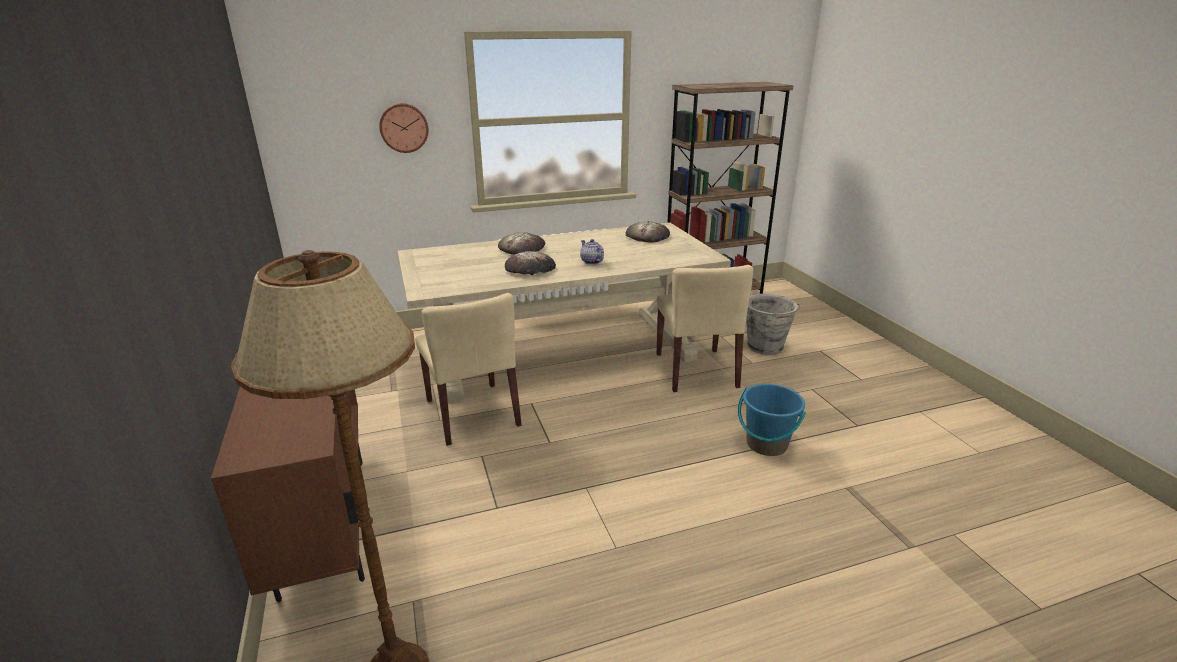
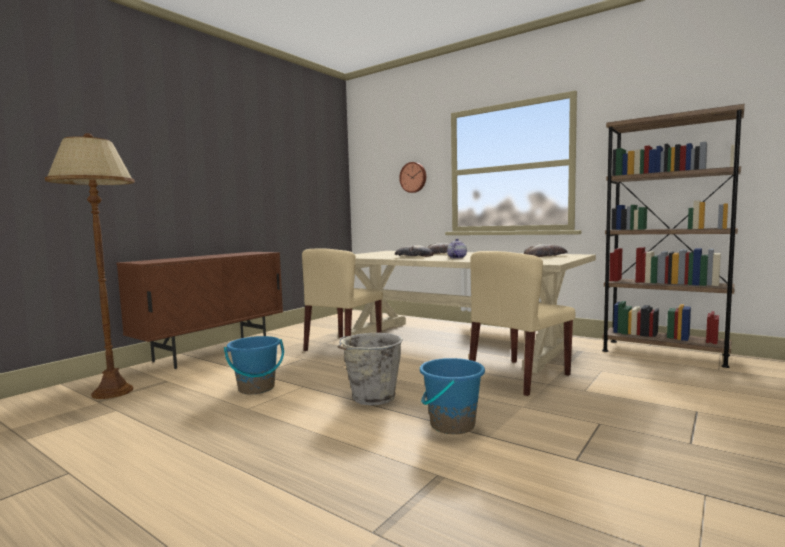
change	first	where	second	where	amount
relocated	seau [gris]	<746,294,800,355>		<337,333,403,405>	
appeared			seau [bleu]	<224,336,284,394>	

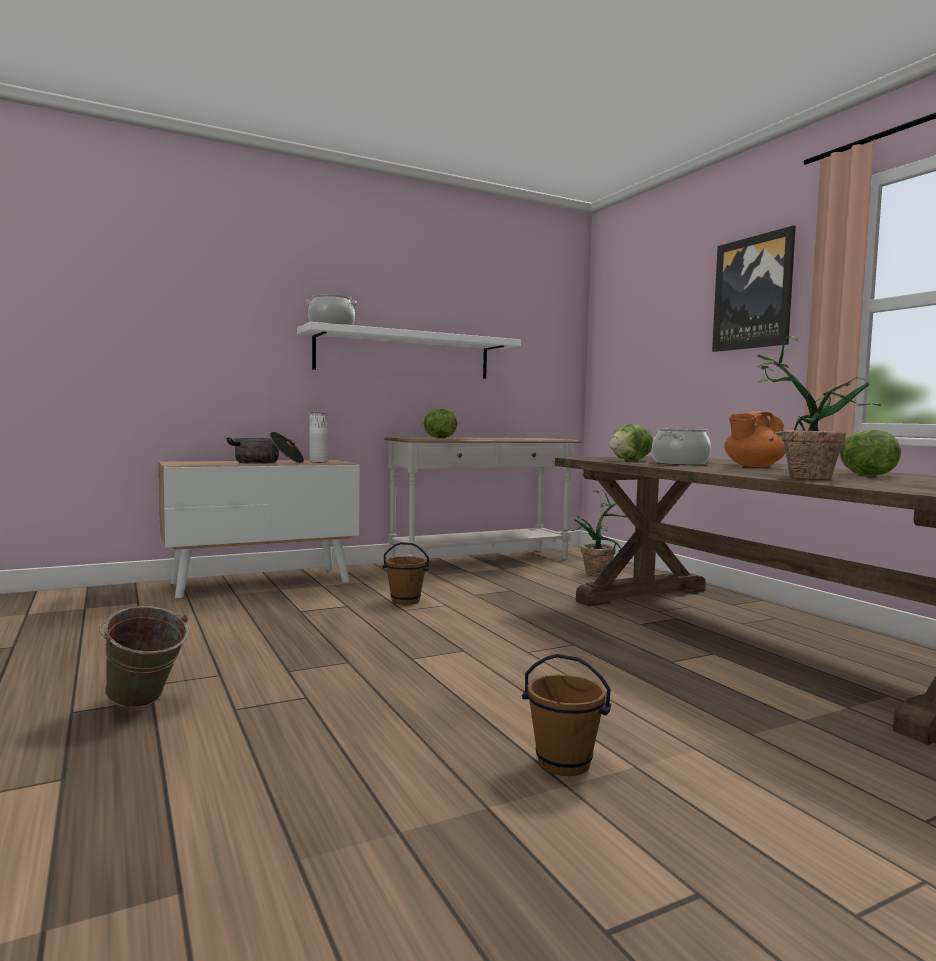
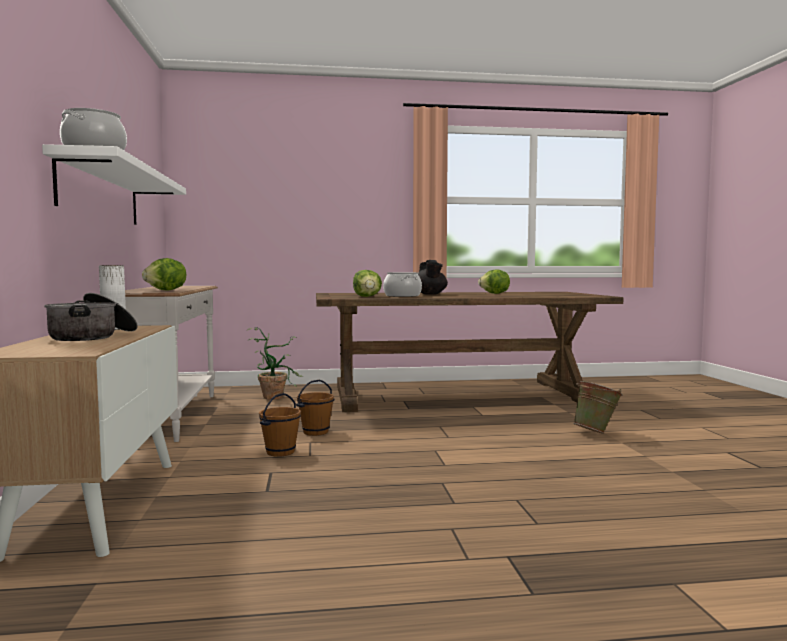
change	first	where	second	where	amount
missing	tableau	<712,226,796,352>			
missing	plante en pot	<757,336,881,479>			
colour	théière [orange]	<724,411,786,467>	théière [noir]	<418,260,448,295>	
relocated	seau [vert]	<99,606,189,708>		<573,381,623,434>	
relocated	seau [marron]	<522,654,611,776>		<296,380,334,436>	

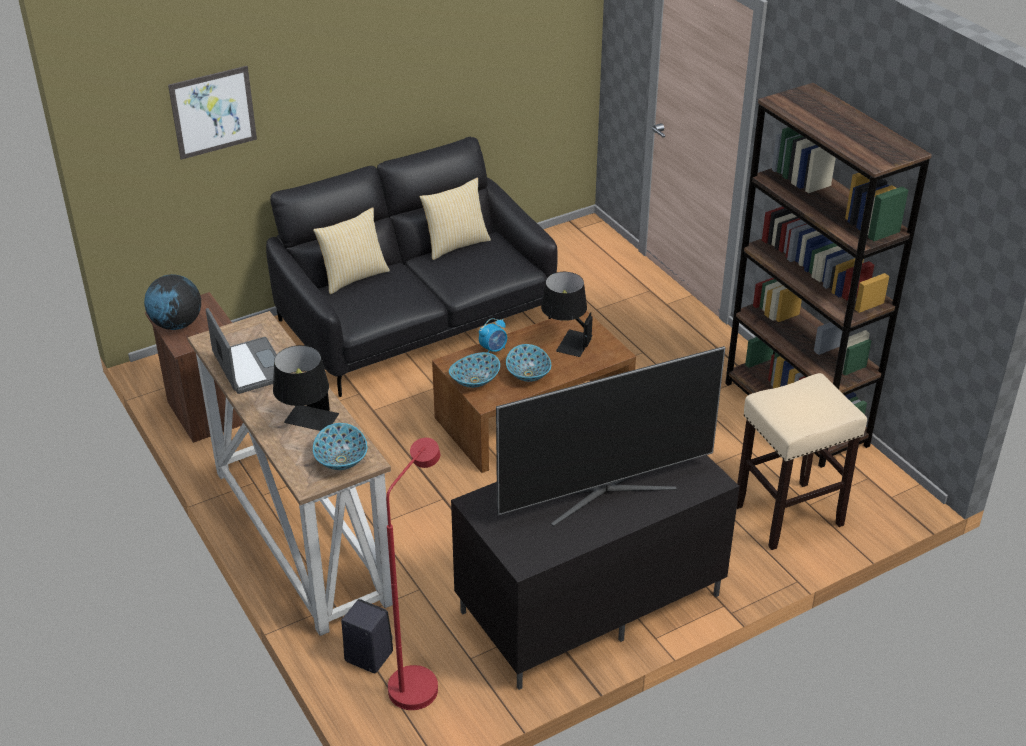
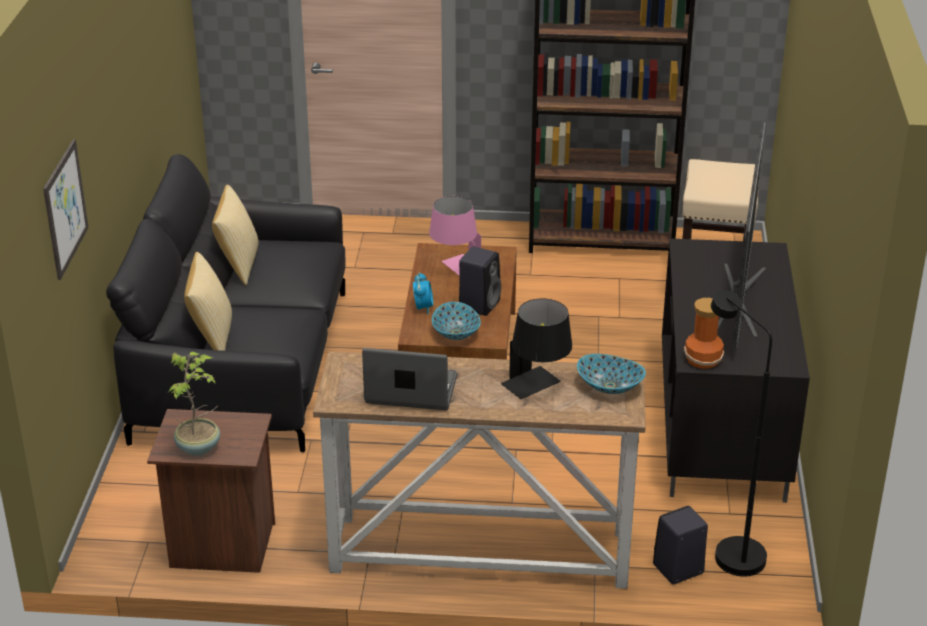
change	first	where	second	where	amount
colour	lampe de table [noir]	<541,272,593,357>	lampe de table [rose]	<429,196,481,275>	
exchanged	globe	<144,274,201,330>	plante en pot	<168,352,220,455>	
exchanged	bol	<506,344,551,382>	enceinte [noir]	<459,247,501,316>	
colour	lampadaire [rouge]	<386,438,440,710>	lampadaire [noir]	<711,290,772,577>	
appeared			vase	<684,298,724,369>	

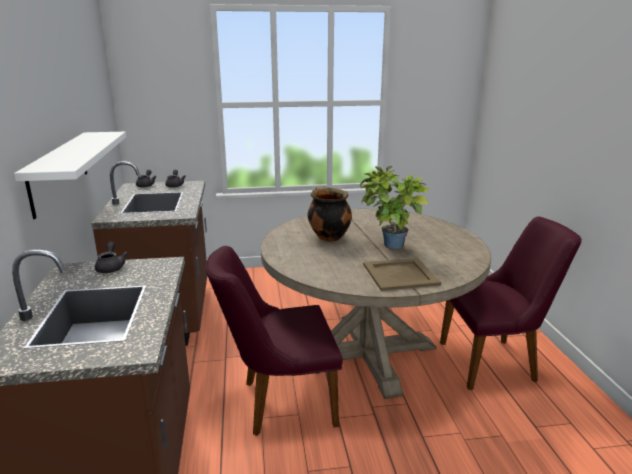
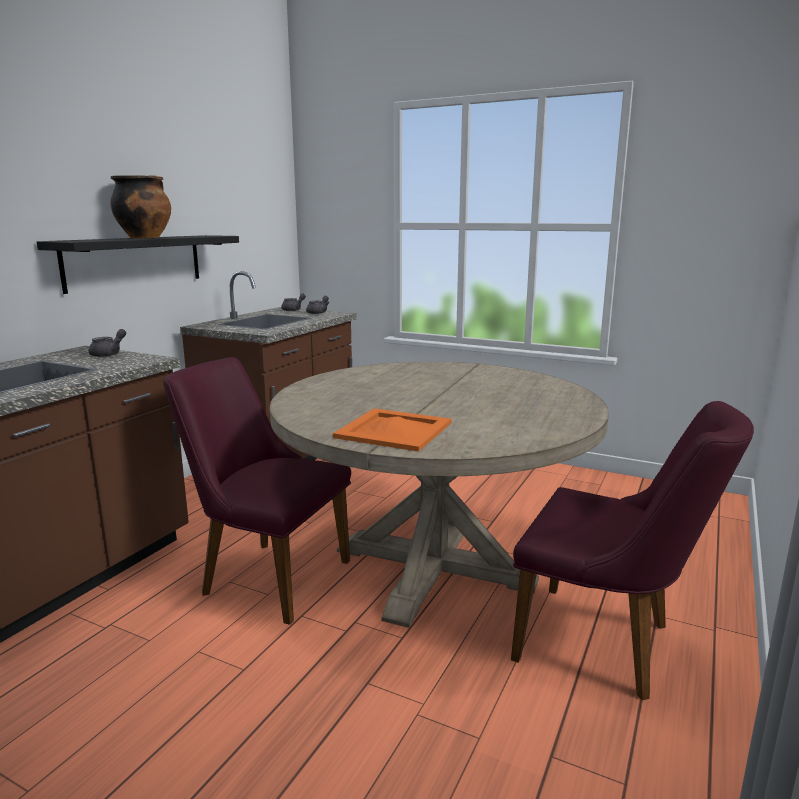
change	first	where	second	where	amount
colour	étagère [blanc]	<14,132,126,219>	étagère [noir]	<37,235,239,294>	
missing	plante en pot	<360,166,428,249>			
relocated	marmite	<308,187,352,242>		<110,175,171,239>	
colour	plateau [beige]	<363,258,441,291>	plateau [orange]	<333,408,452,452>	

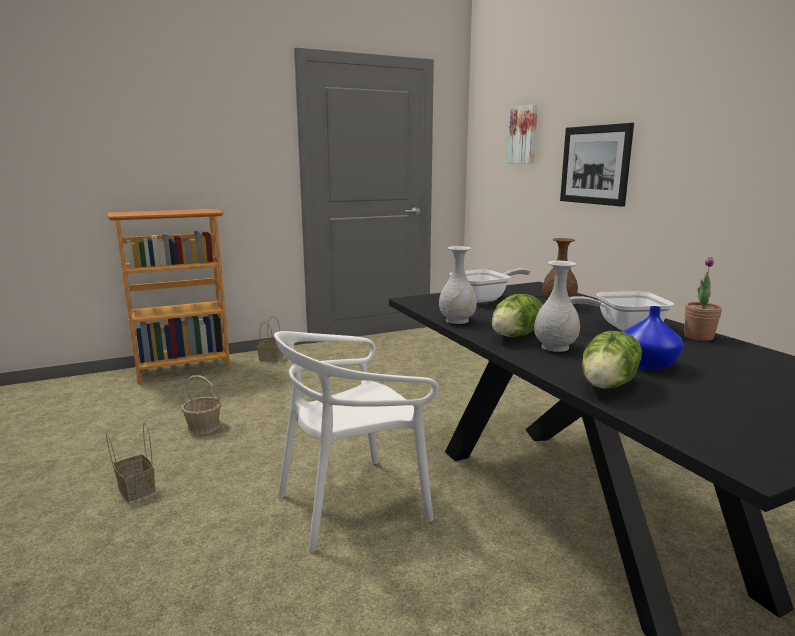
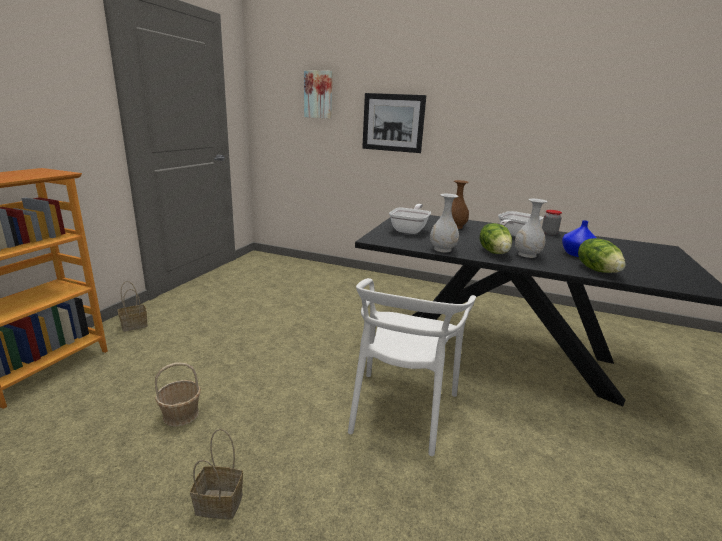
change	first	where	second	where	amount
exchanged	plante en pot	<684,257,722,341>	bocal	<542,210,562,235>	

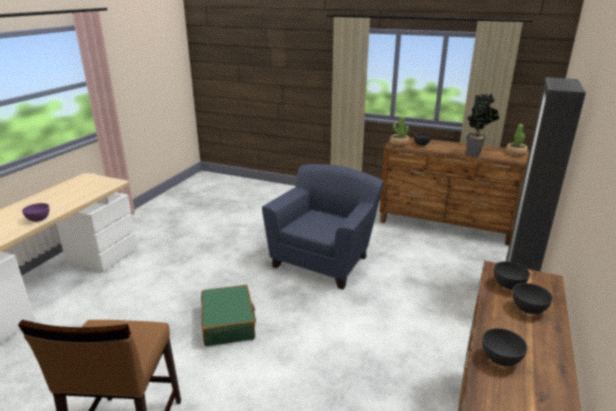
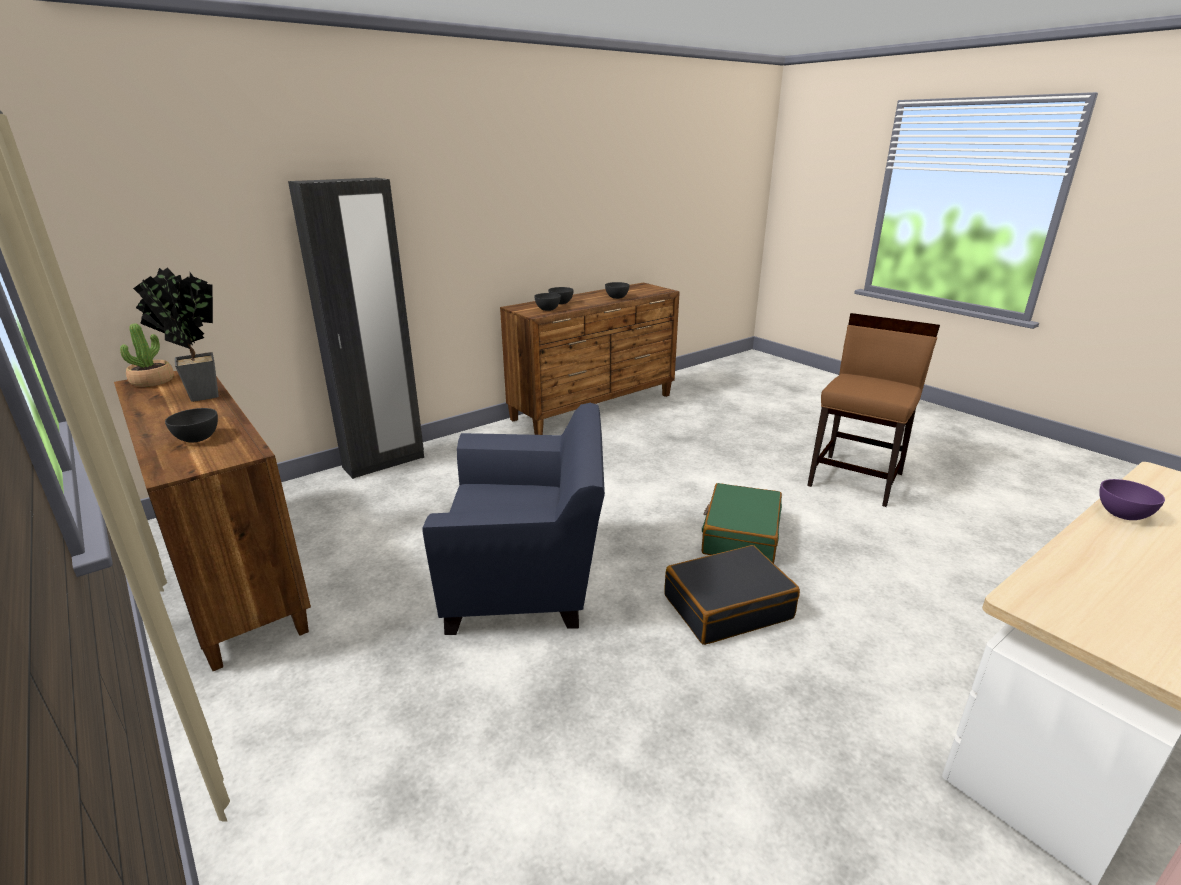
change	first	where	second	where	amount
missing	plante en pot	<390,116,409,147>			
spun	fauteuil [bleu]	<262,164,384,290>		<422,403,605,635>	150 degrees counterclockwise
appeared			valise [noir]	<664,545,800,645>	

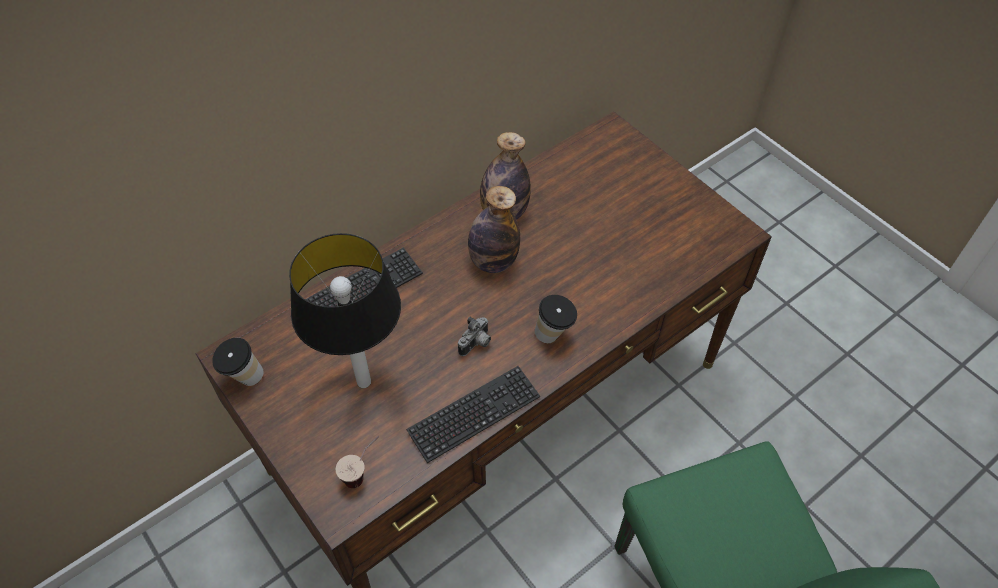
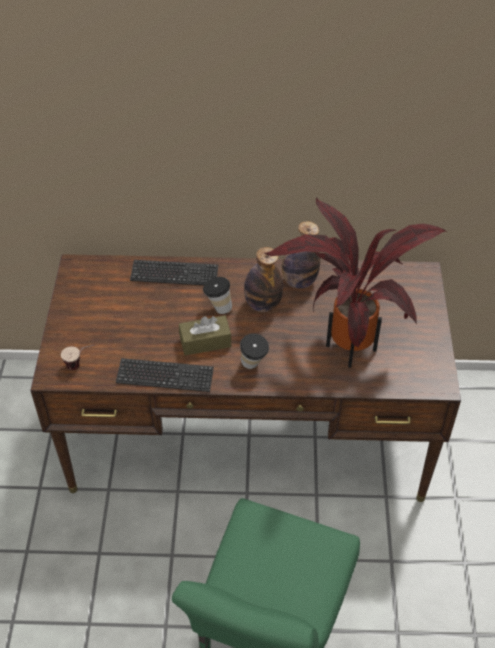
change	first	where	second	where	amount
missing	lampe de table	<289,233,401,388>			
exchanged	appareil photo	<458,317,491,356>	boîte à mouchoirs [marron]	<179,315,231,356>	
relocated	tasse	<212,338,264,386>		<203,277,232,314>	
appeared			plante en pot	<265,197,447,368>	

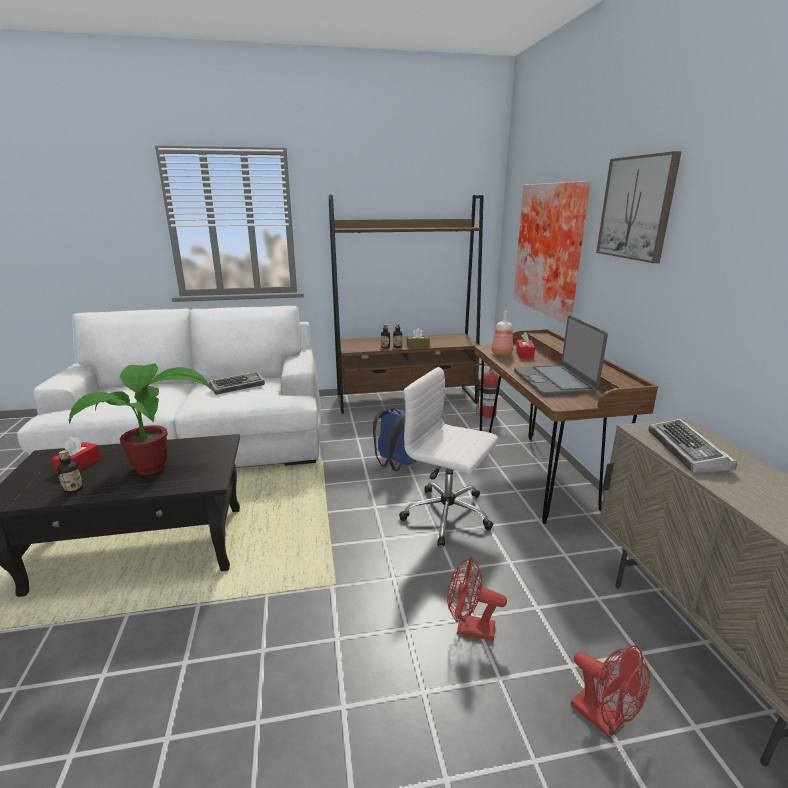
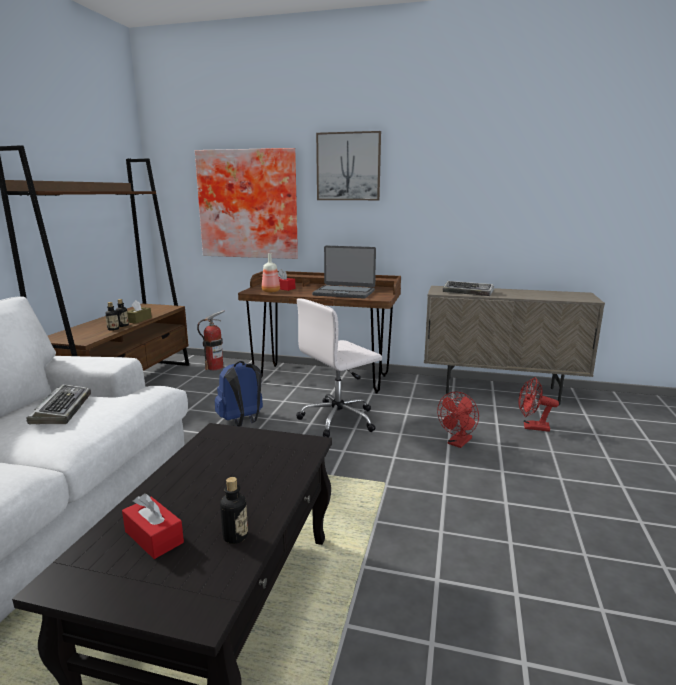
change	first	where	second	where	amount
missing	plante en pot	<69,363,212,475>			
spun	ventilateur [rouge]	<571,645,650,738>		<519,377,559,432>	150 degrees counterclockwise

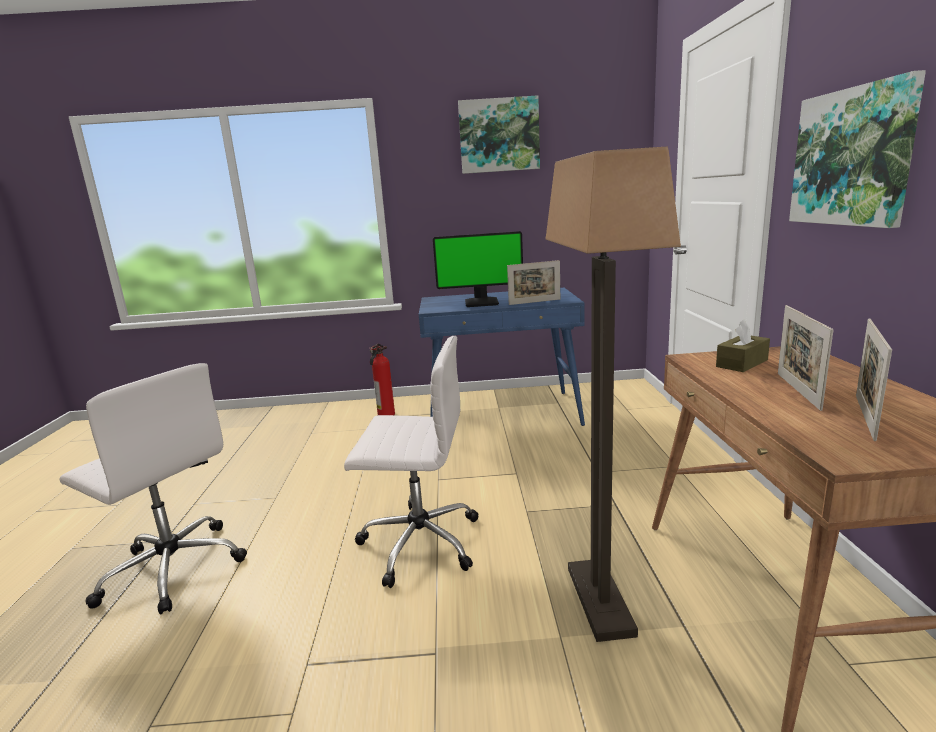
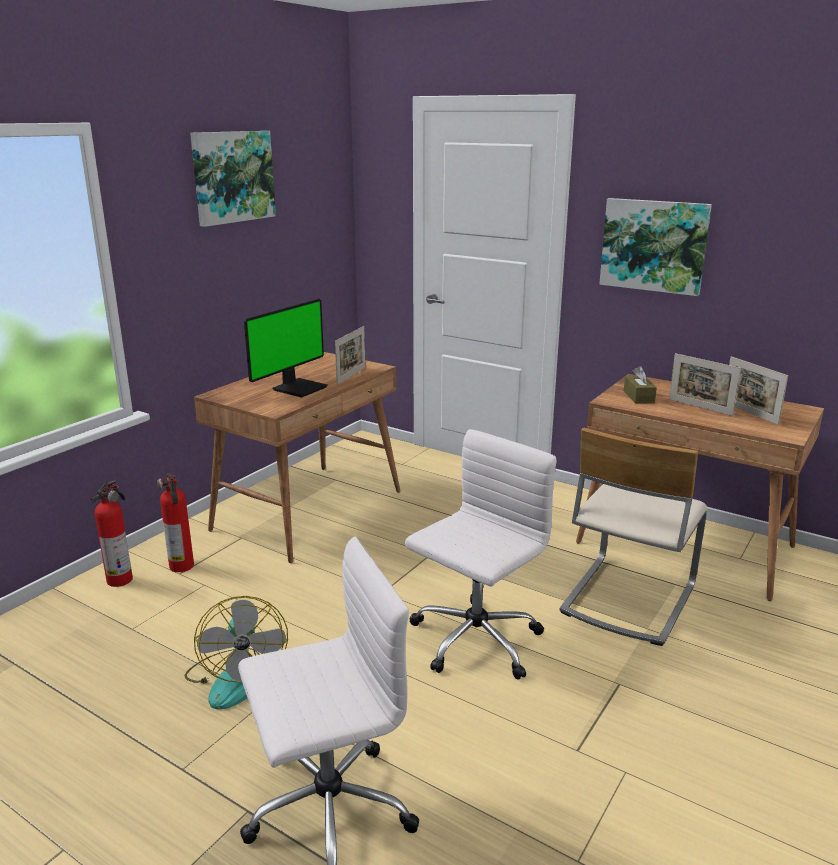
change	first	where	second	where	amount
exchanged	lampadaire	<546,147,681,642>	chaise [beige]	<560,428,708,646>	
colour	bureau [bleu]	<419,288,585,426>	bureau [marron]	<194,352,400,563>	
appeared			extincteur	<91,480,133,587>	
appeared			ventilateur	<185,596,288,709>	

